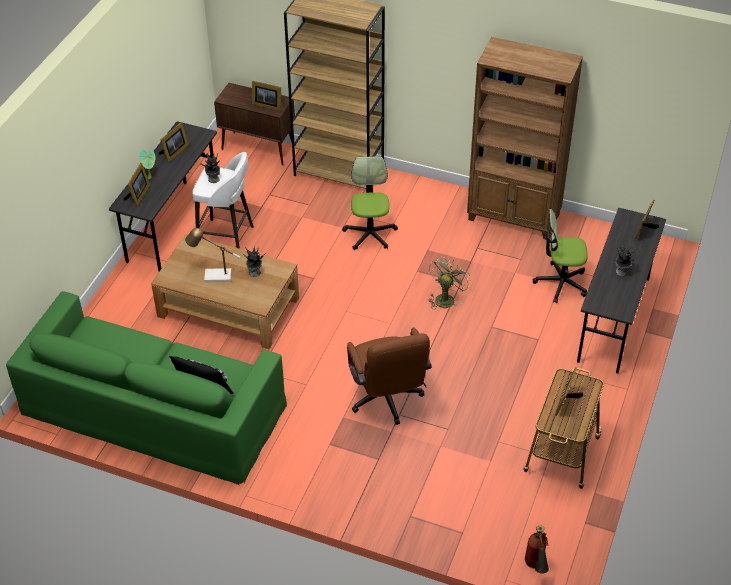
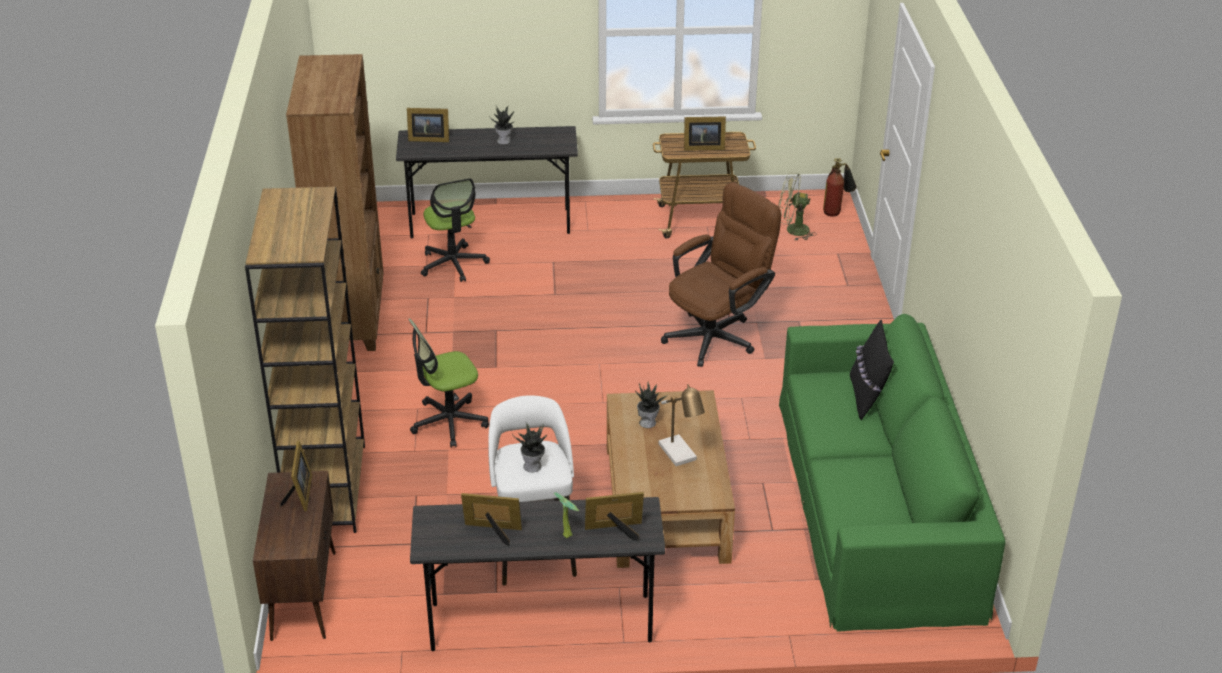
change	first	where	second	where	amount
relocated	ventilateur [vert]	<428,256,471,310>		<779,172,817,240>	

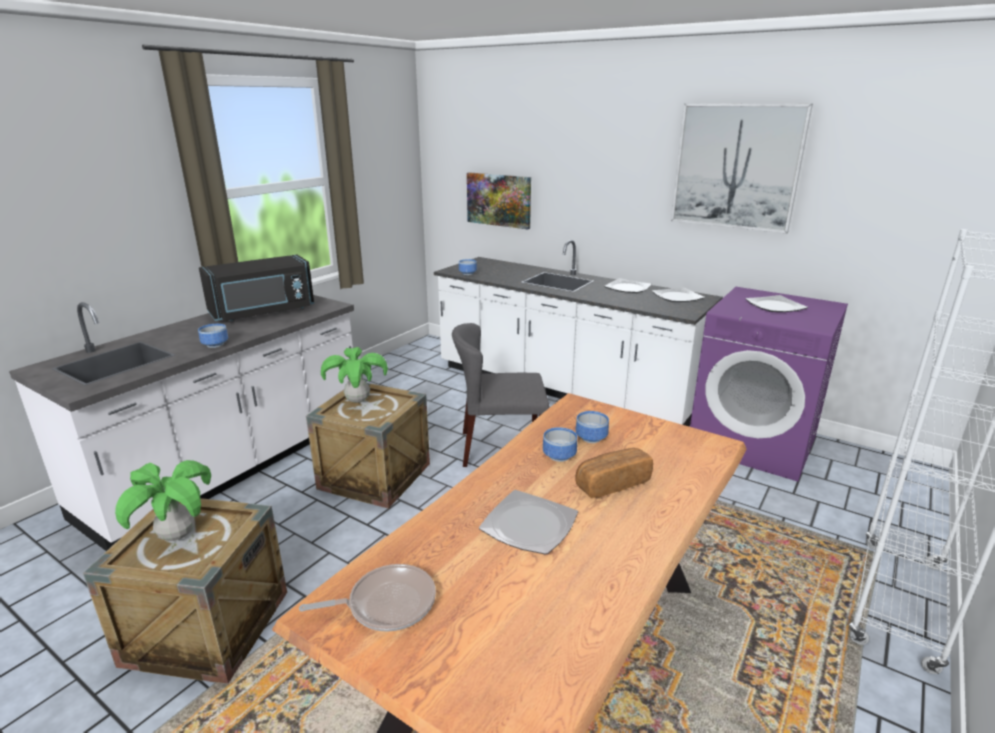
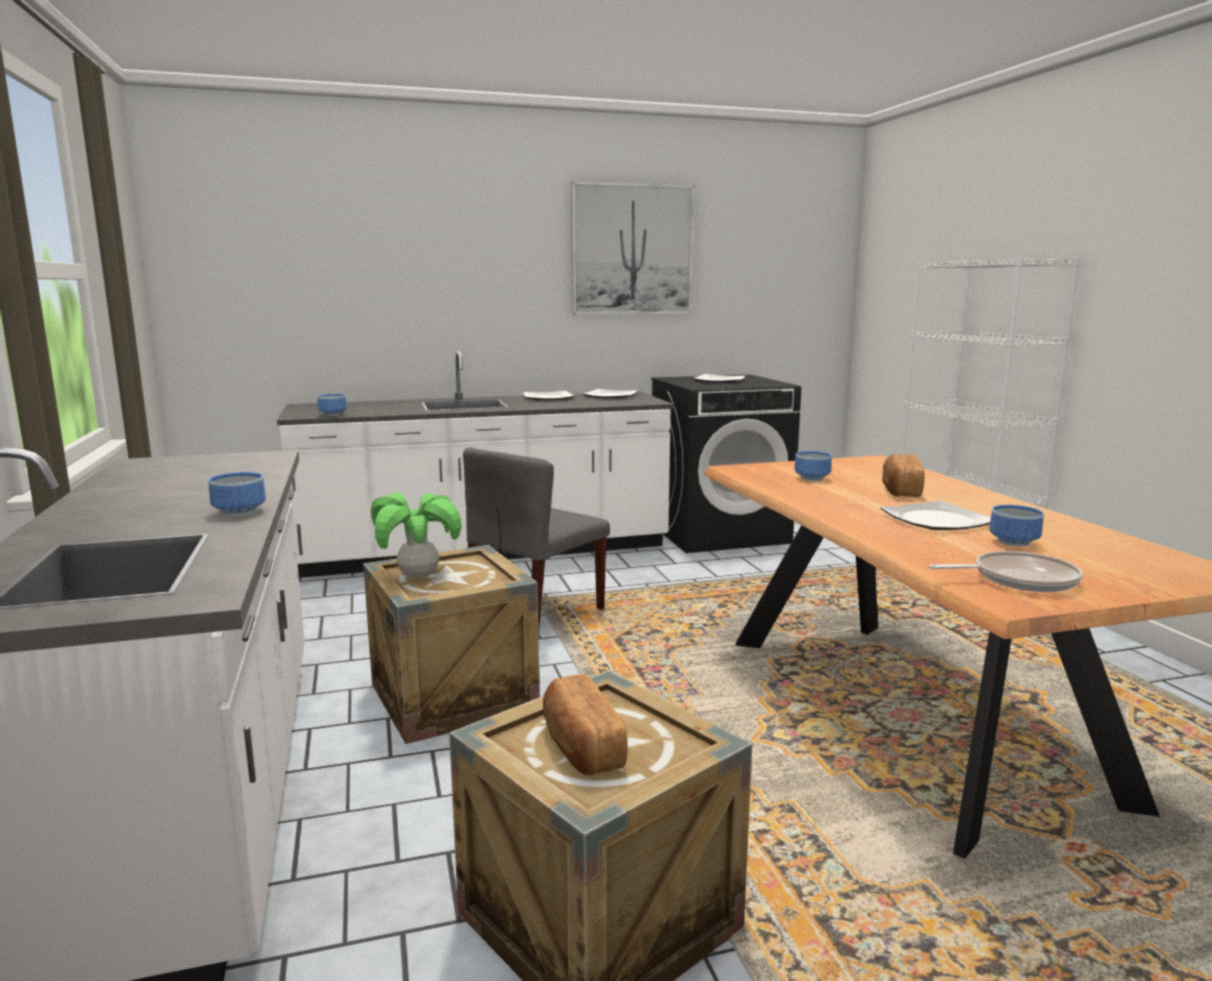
change	first	where	second	where	amount
missing	tableau	<467,172,531,230>			
missing	micro-ondes [noir]	<199,255,314,321>			
colour	lave-linge [violet]	<690,287,848,481>	lave-linge [noir]	<651,375,801,553>	
relocated	bol	<543,427,577,462>		<989,505,1044,547>	
exchanged	plante en pot	<115,460,211,541>	pain	<543,674,628,775>	
spun	poêle	<299,564,436,632>		<929,551,1083,592>	60 degrees clockwise

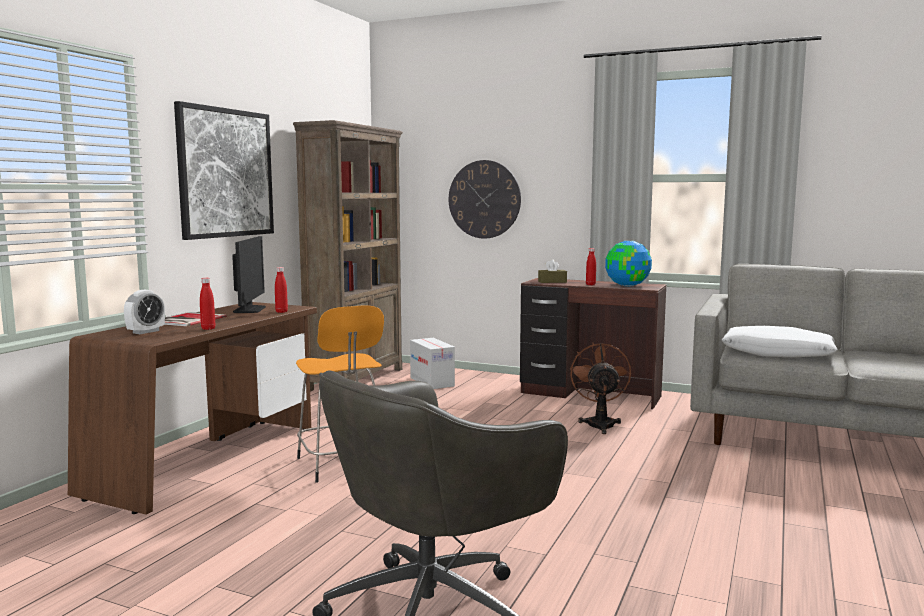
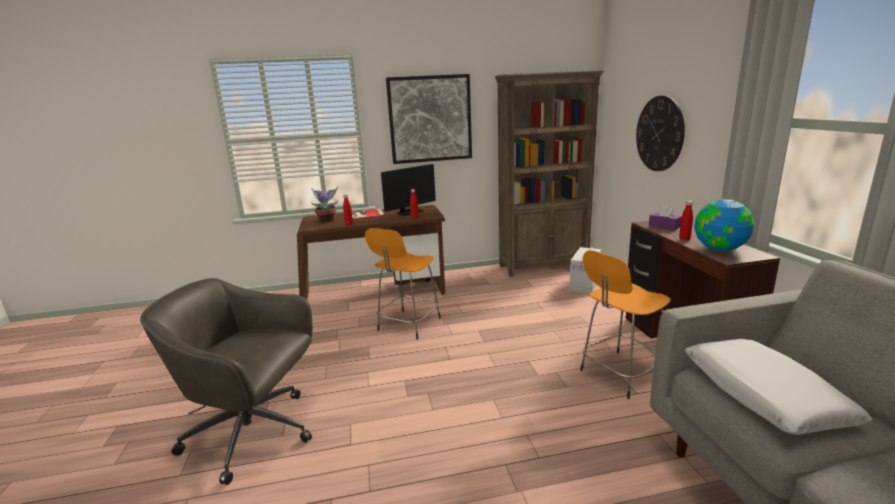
change	first	where	second	where	amount
colour	boîte à mouchoirs [marron]	<538,259,567,283>	boîte à mouchoirs [violet]	<649,205,682,230>	
exchanged	réveil	<124,290,165,334>	plante en pot	<311,186,338,222>	
exchanged	ventilateur [marron]	<570,342,631,434>	tabouret [orange]	<580,250,670,399>	

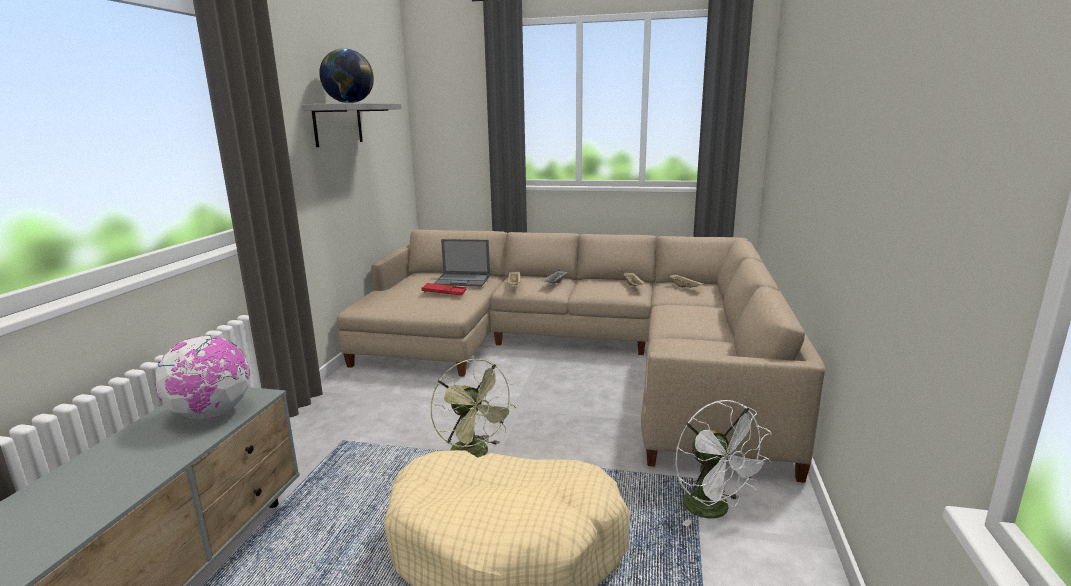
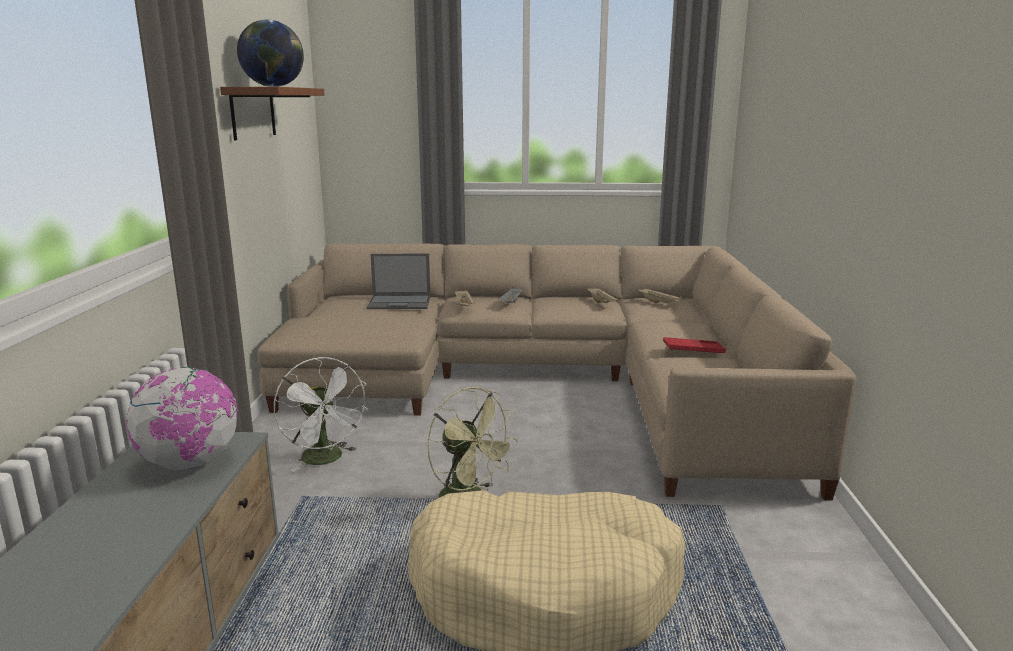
change	first	where	second	where	amount
colour	étagère [gris]	<302,103,401,147>	étagère [marron]	<220,87,325,141>	
relocated	plateau [rouge]	<421,283,466,295>		<663,337,726,353>	
relocated	ventilateur [blanc]	<675,400,772,526>		<274,357,369,472>	

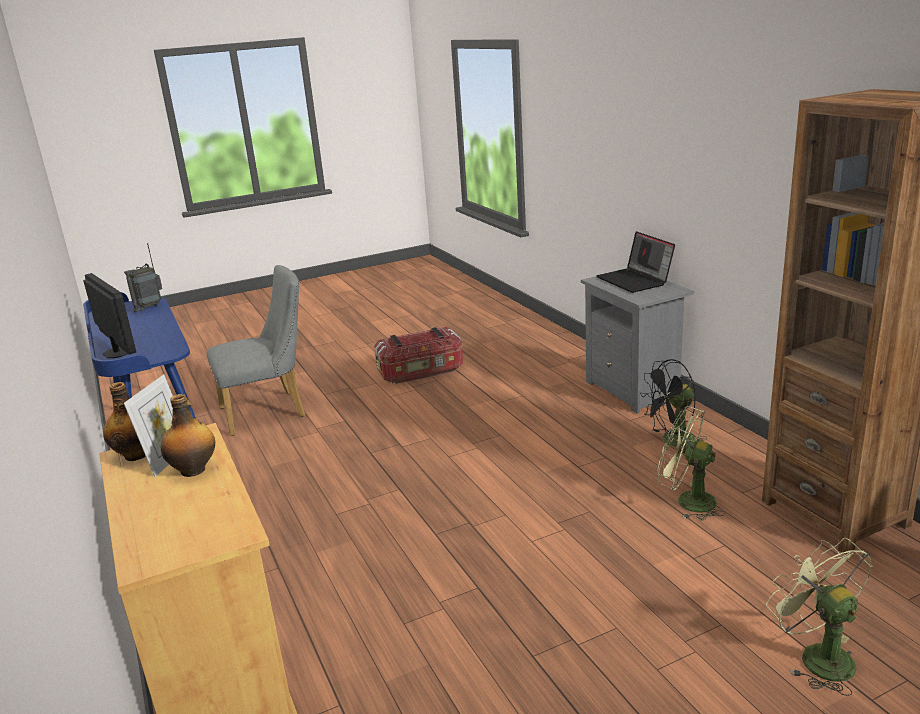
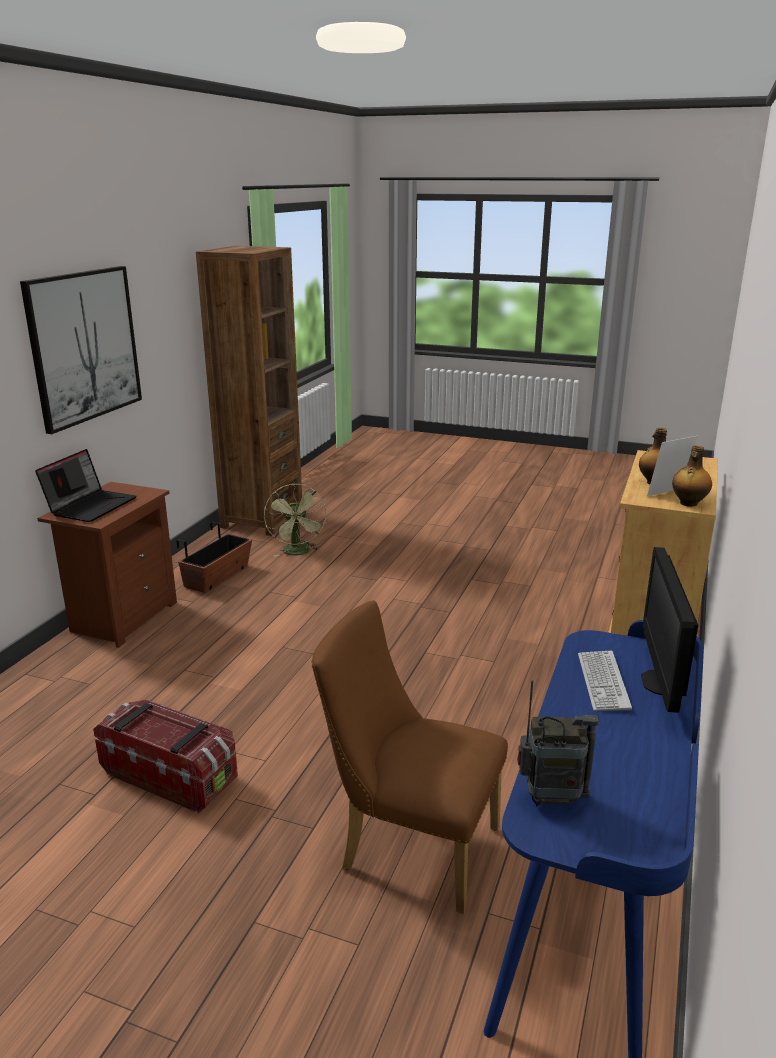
change	first	where	second	where	amount
colour	chaise [gris]	<207,265,305,436>	chaise [marron]	<312,600,508,914>	
colour	table de chevet [gris]	<581,276,694,414>	table de chevet [marron]	<37,482,177,648>	
exchanged	ventilateur [noir]	<640,359,707,447>	cache-pot	<177,521,252,593>	
missing	ventilateur [vert]	<766,538,872,696>			
appeared			tableau	<20,266,142,434>	
appeared			clavier	<578,651,632,711>	

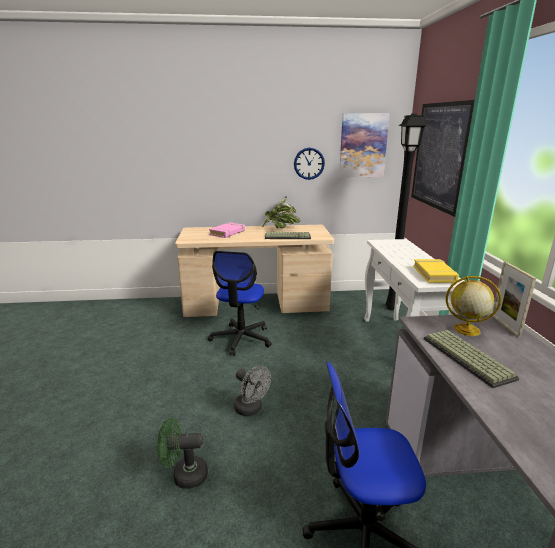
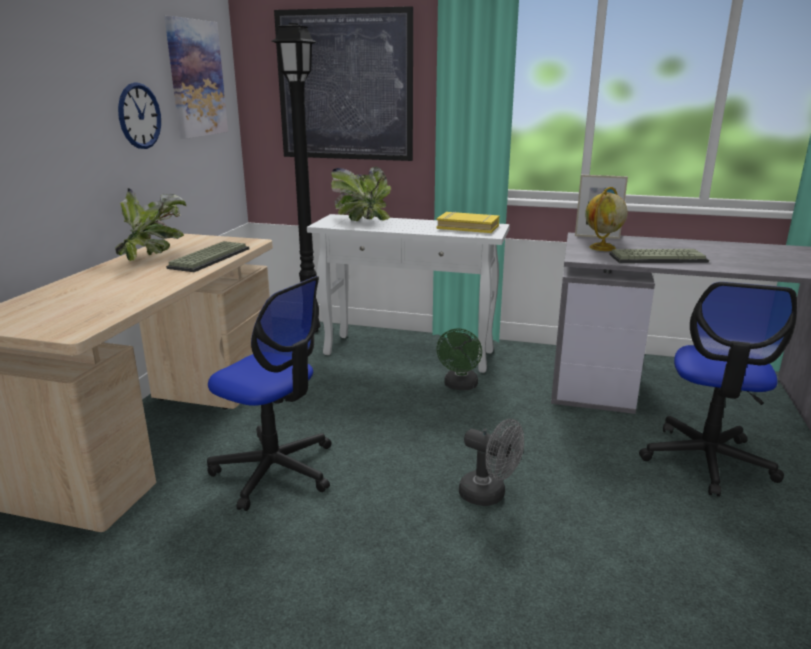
change	first	where	second	where	amount
missing	livre [rose]	<209,222,245,238>			
spun	ventilateur [gris]	<234,366,271,416>		<459,419,524,506>	60 degrees clockwise
relocated	ventilateur [vert]	<157,417,208,489>		<437,328,482,390>	
appeared			plante en pot	<331,167,391,221>	

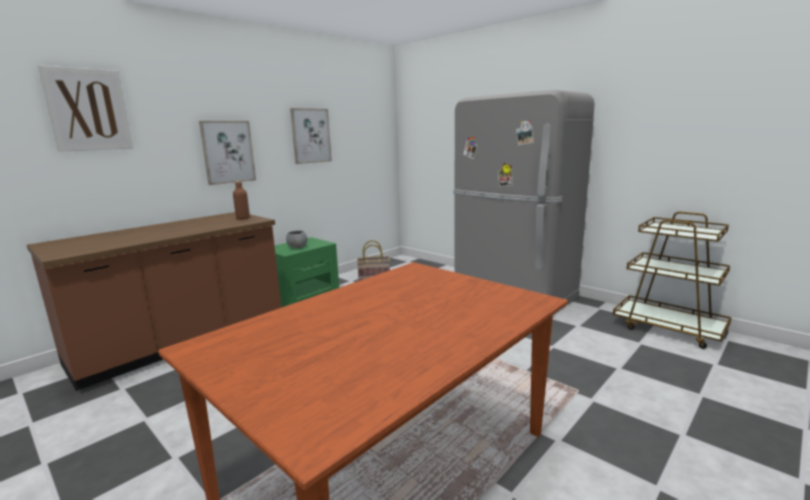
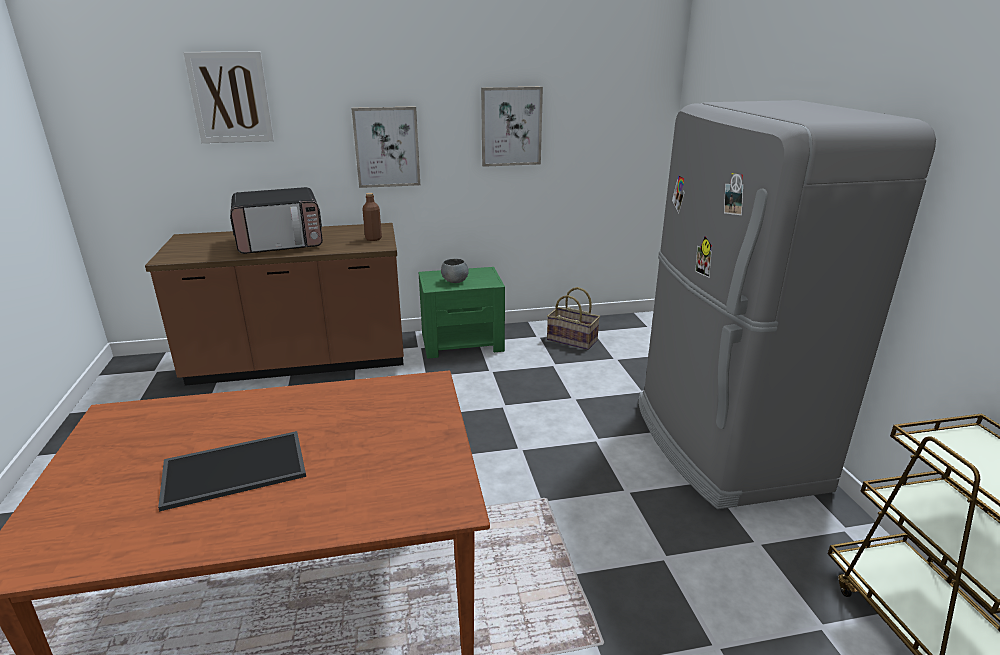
change	first	where	second	where	amount
appeared			micro-ondes	<230,187,323,254>	
appeared			plateau	<158,431,306,511>	

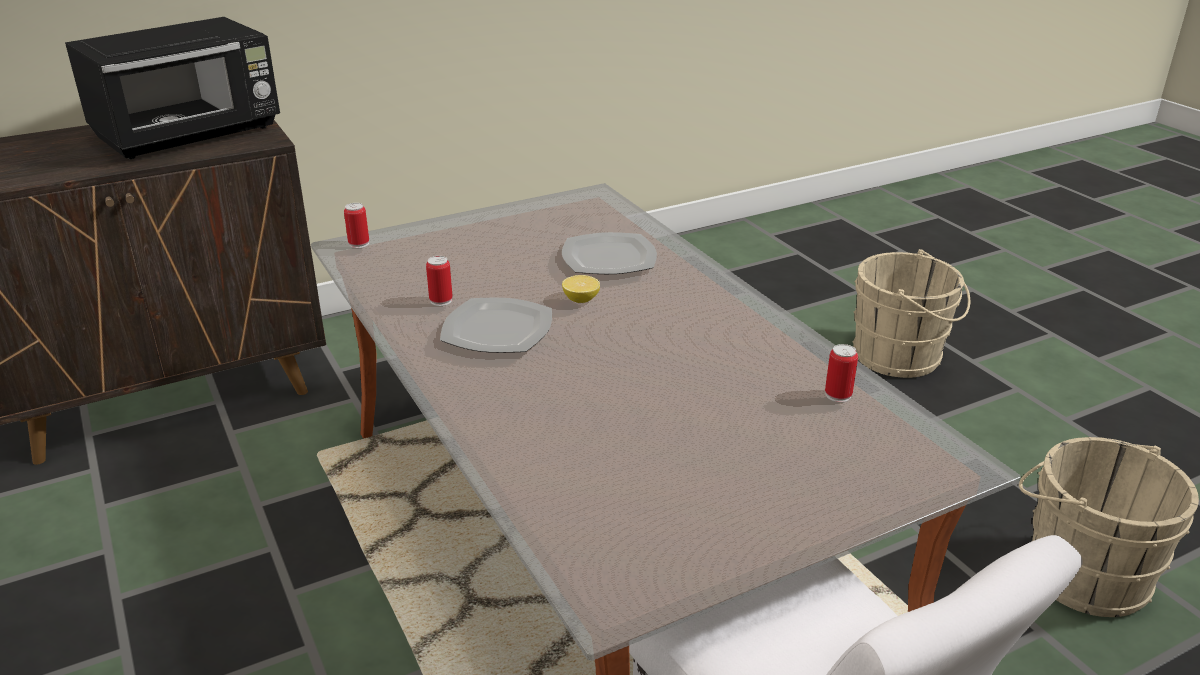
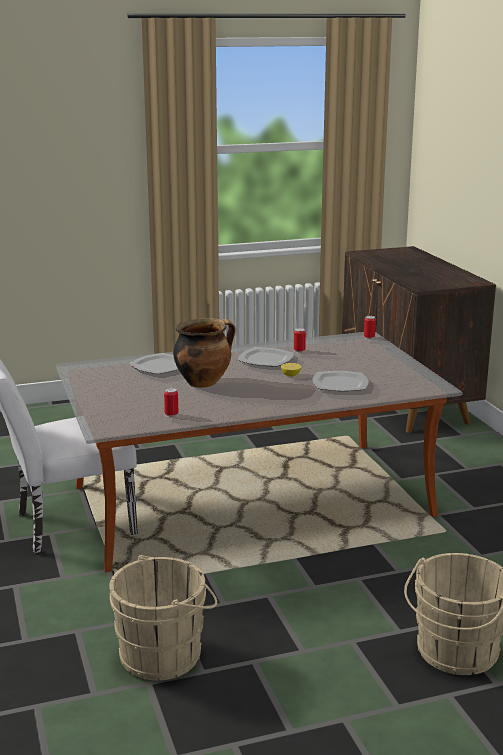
change	first	where	second	where	amount
missing	micro-ondes [noir]	<65,17,280,159>			
appeared			marmite	<173,318,235,388>	
appeared			assiette	<129,353,179,374>	

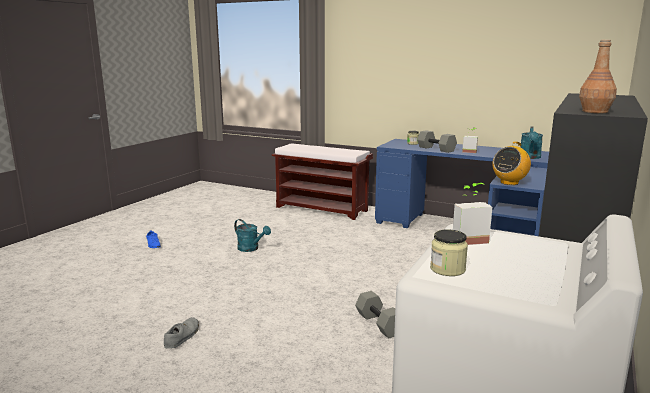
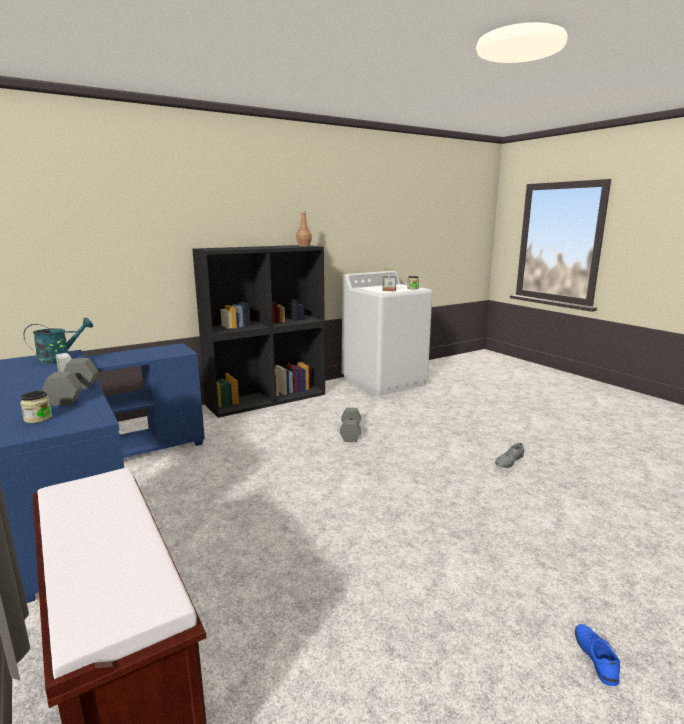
change	first	where	second	where	amount
missing	radio	<492,141,531,185>			
missing	arrosoir [turquoise]	<234,219,271,252>			

